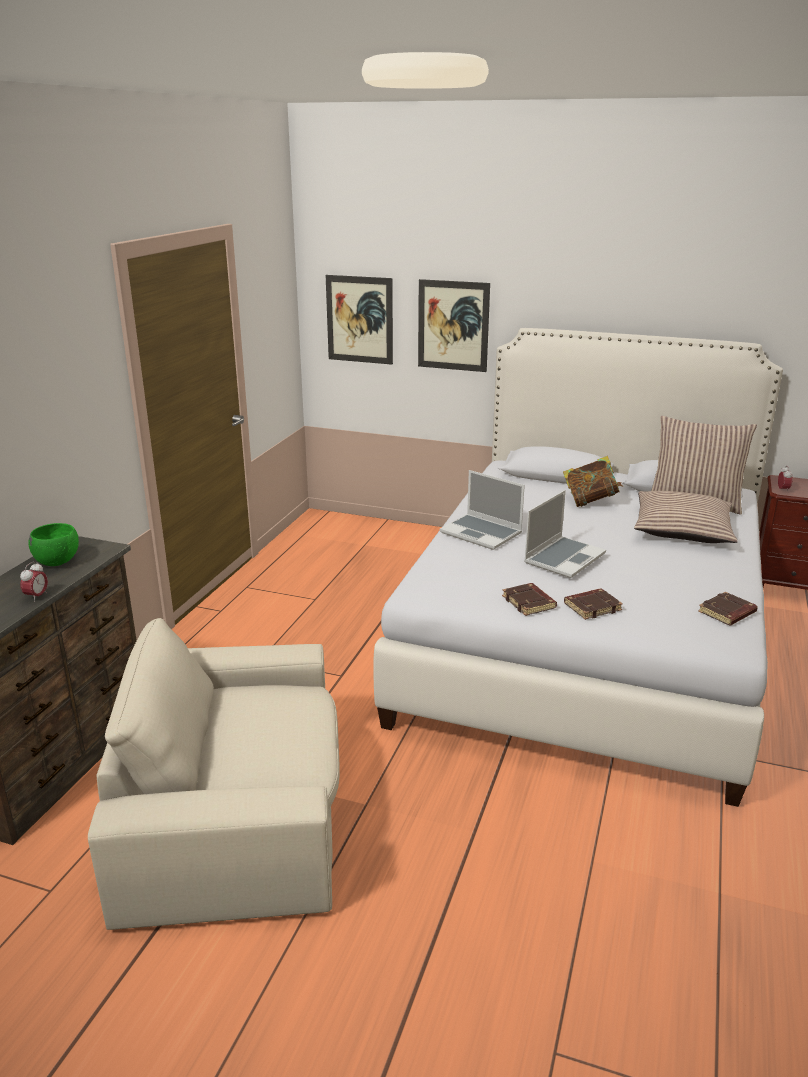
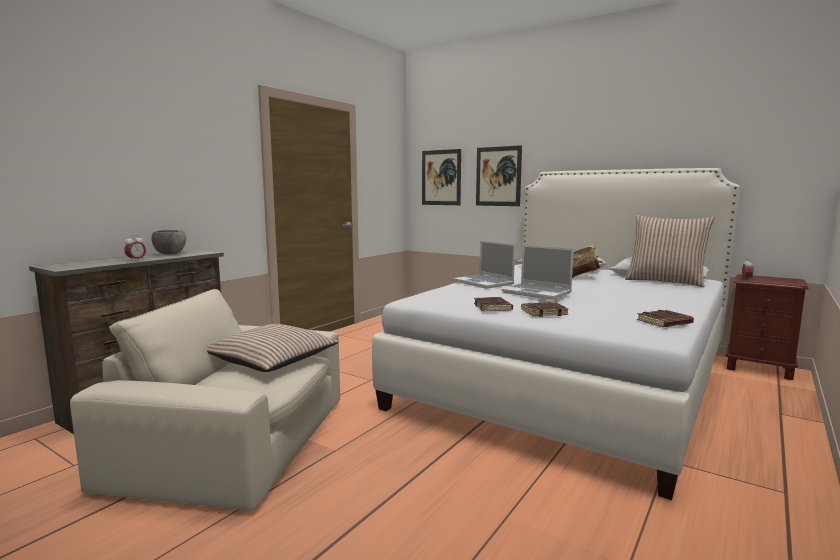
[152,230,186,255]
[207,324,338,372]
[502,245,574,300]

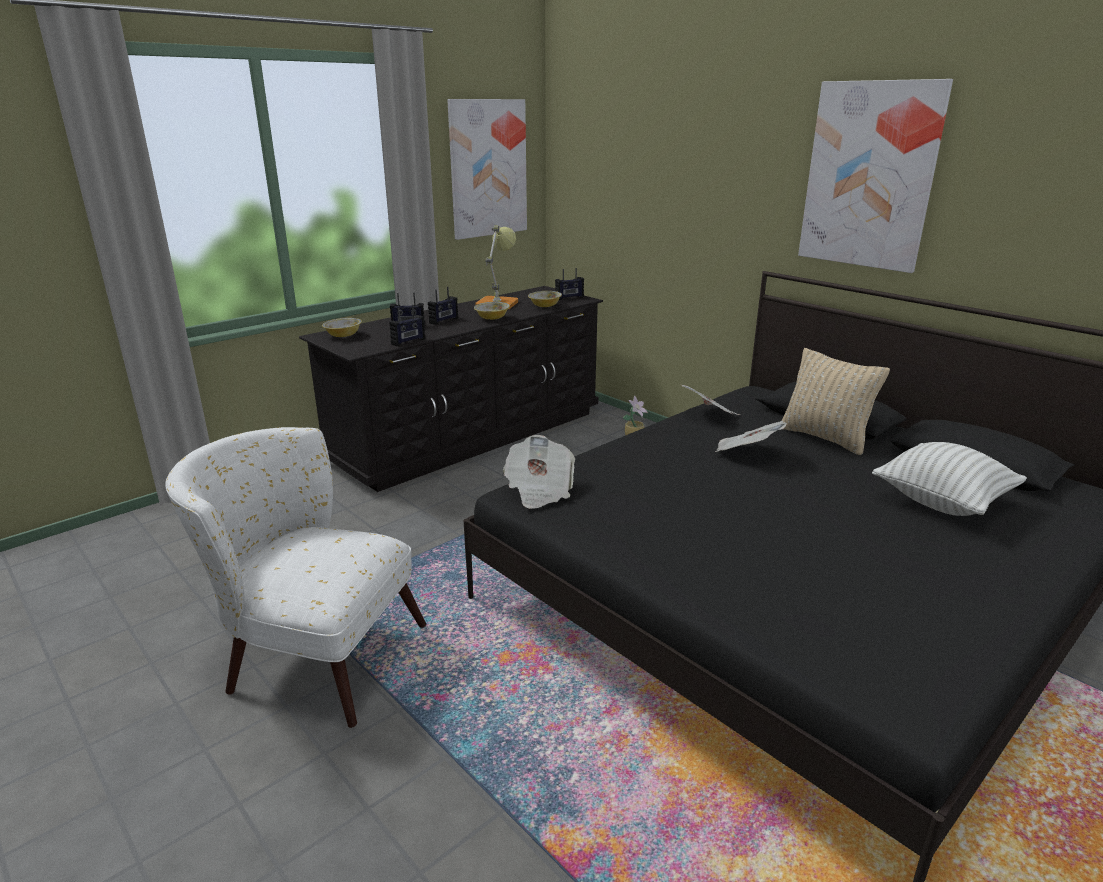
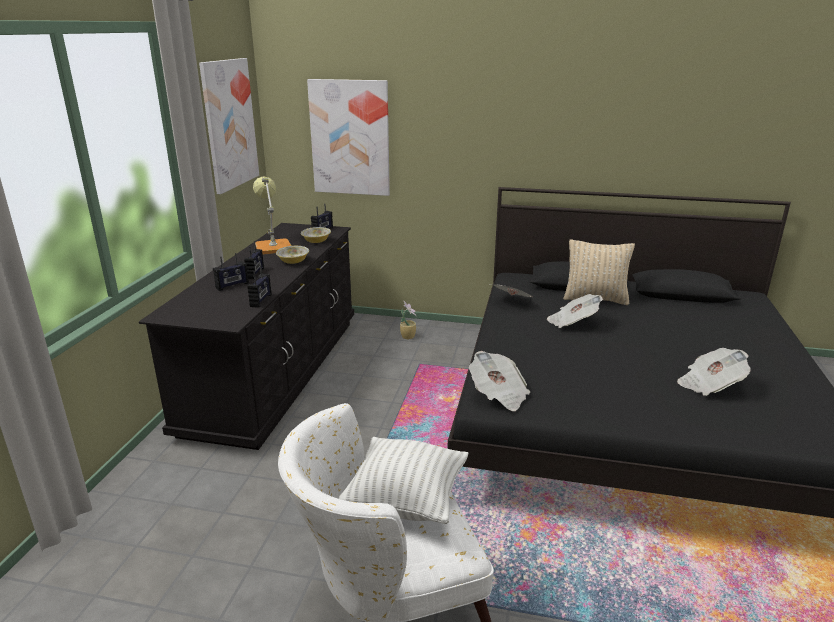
[307,79,390,196]
[338,437,468,524]
[677,348,751,396]
[322,318,362,337] (first image)

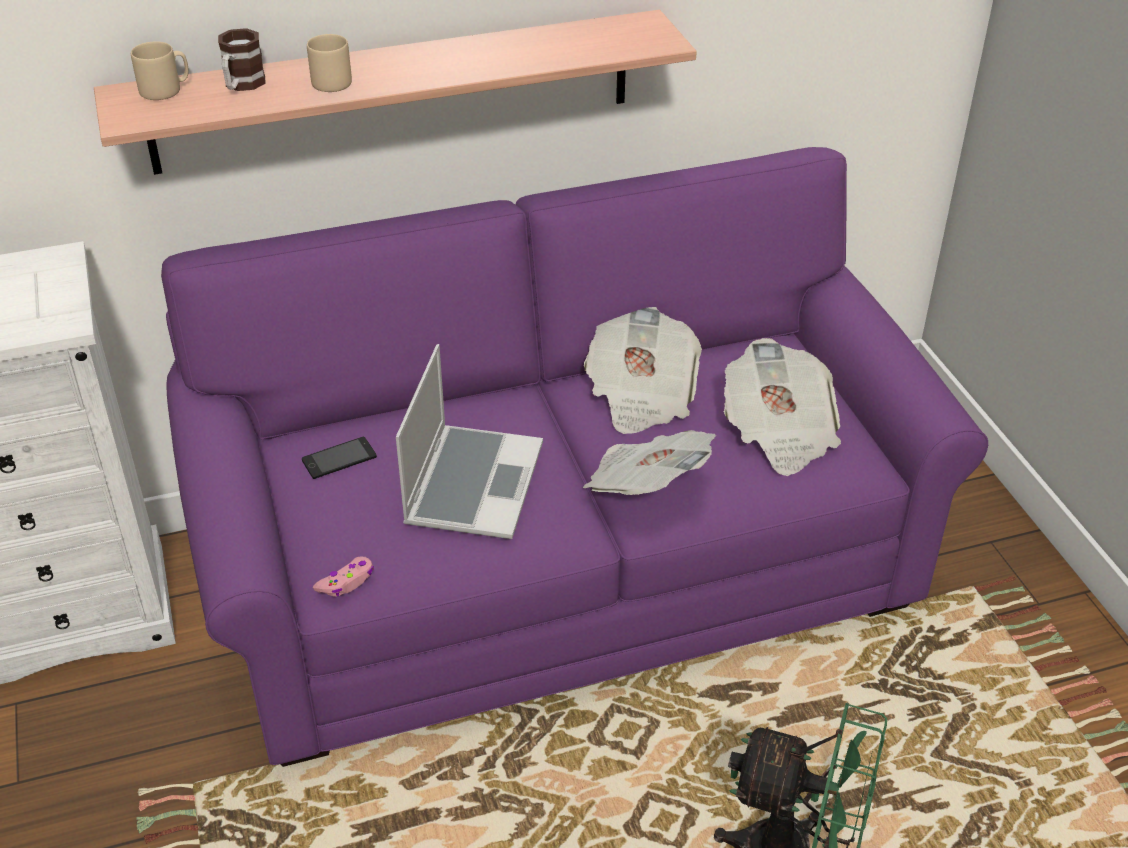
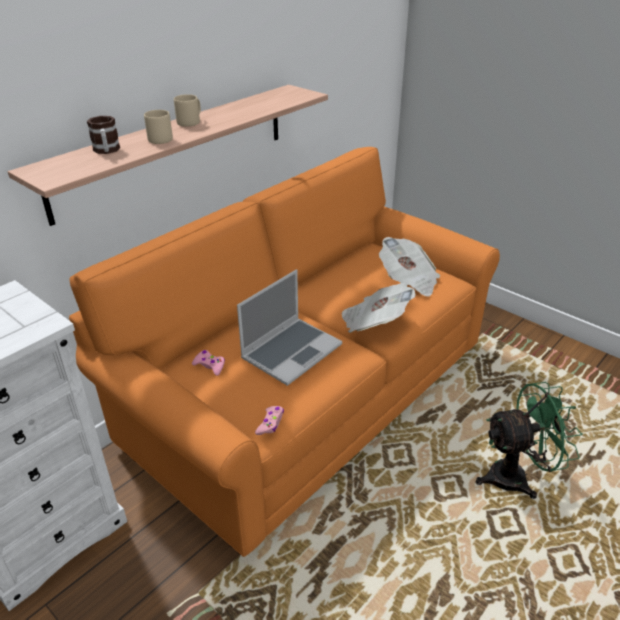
[69,147,500,557]
[174,94,201,127]
[192,350,225,376]
[237,269,342,386]
[584,307,702,434] (first image)

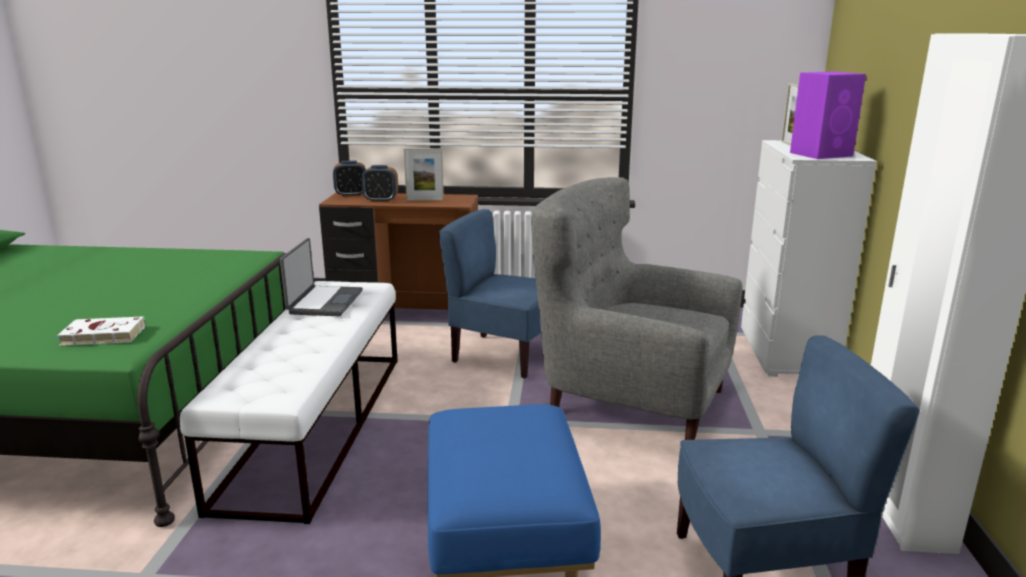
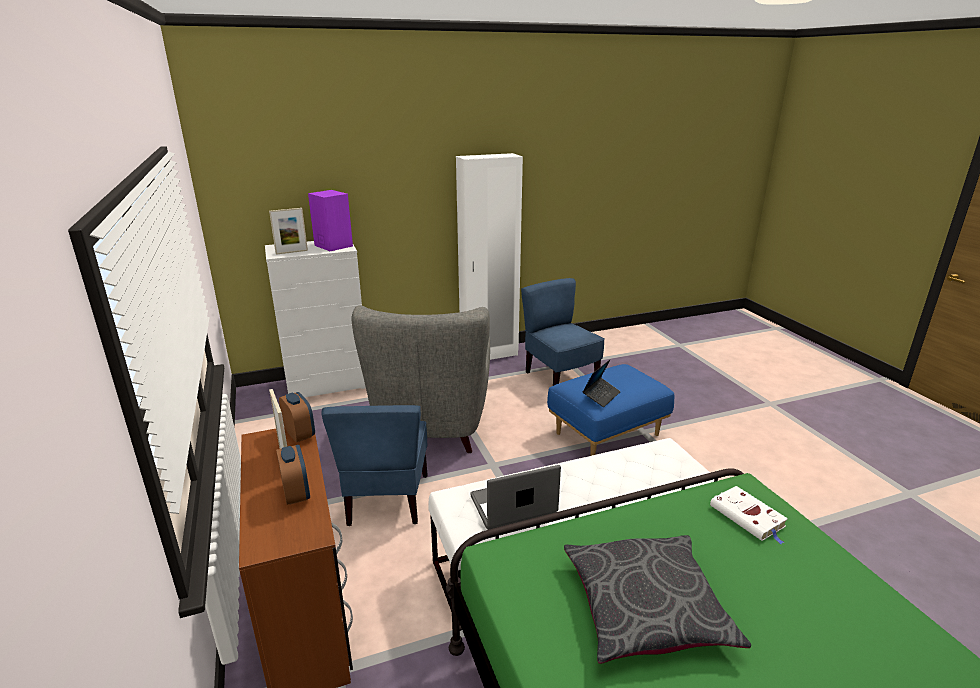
[279,392,315,442]
[564,535,751,664]
[582,360,621,407]

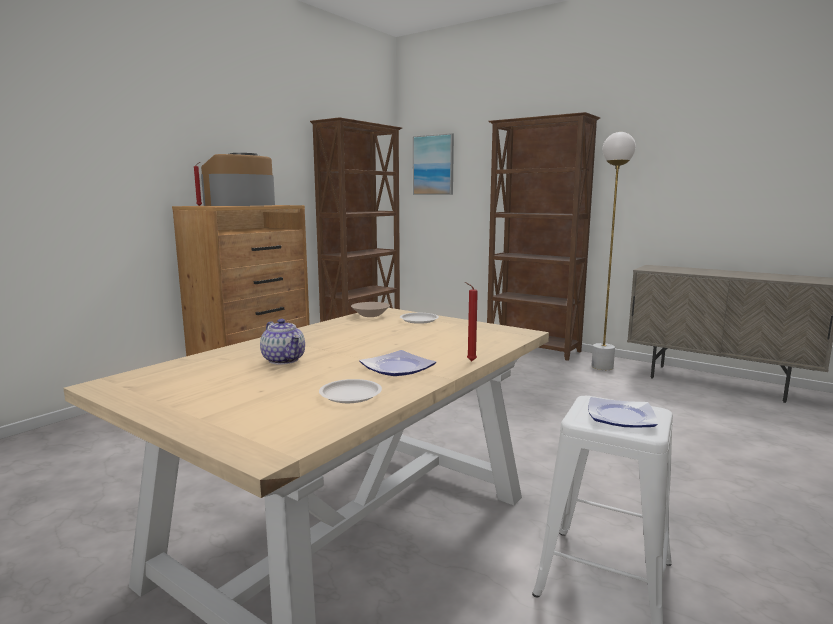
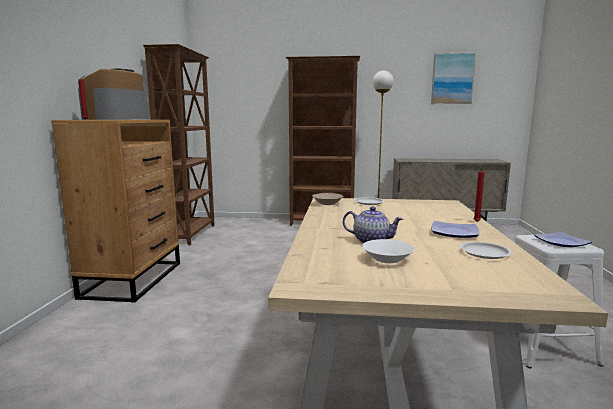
[362,239,415,263]
[431,52,476,104]

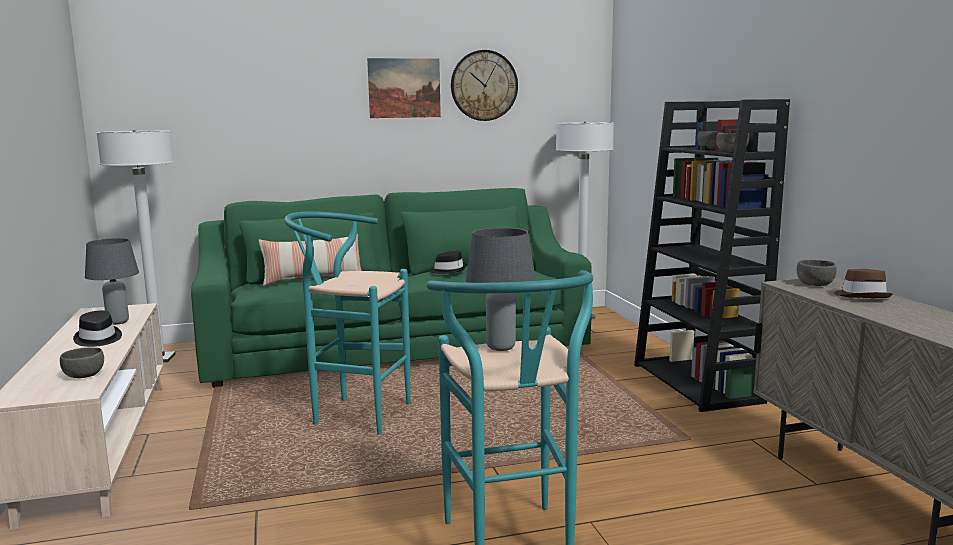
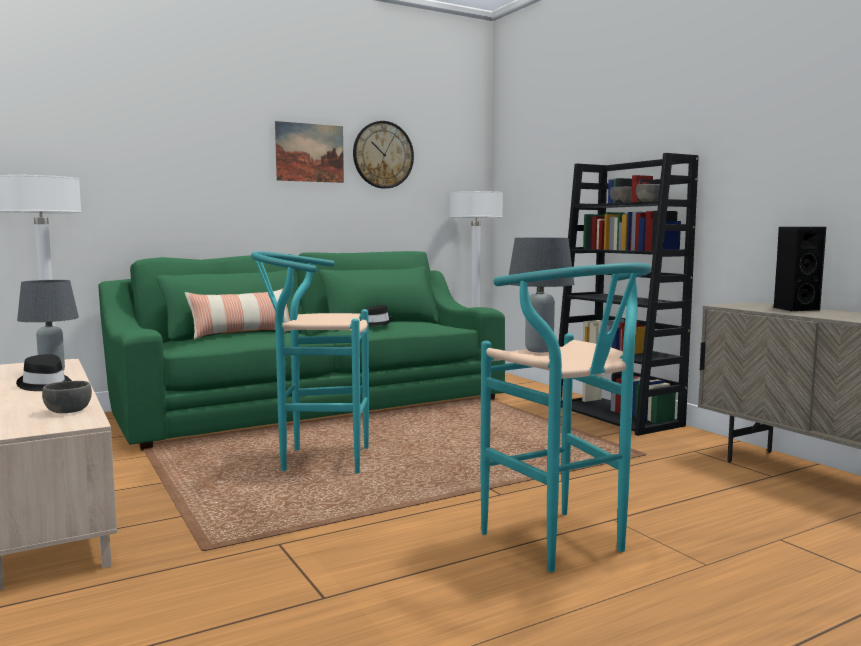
[774,227,826,312]
[797,259,837,286] (first image)

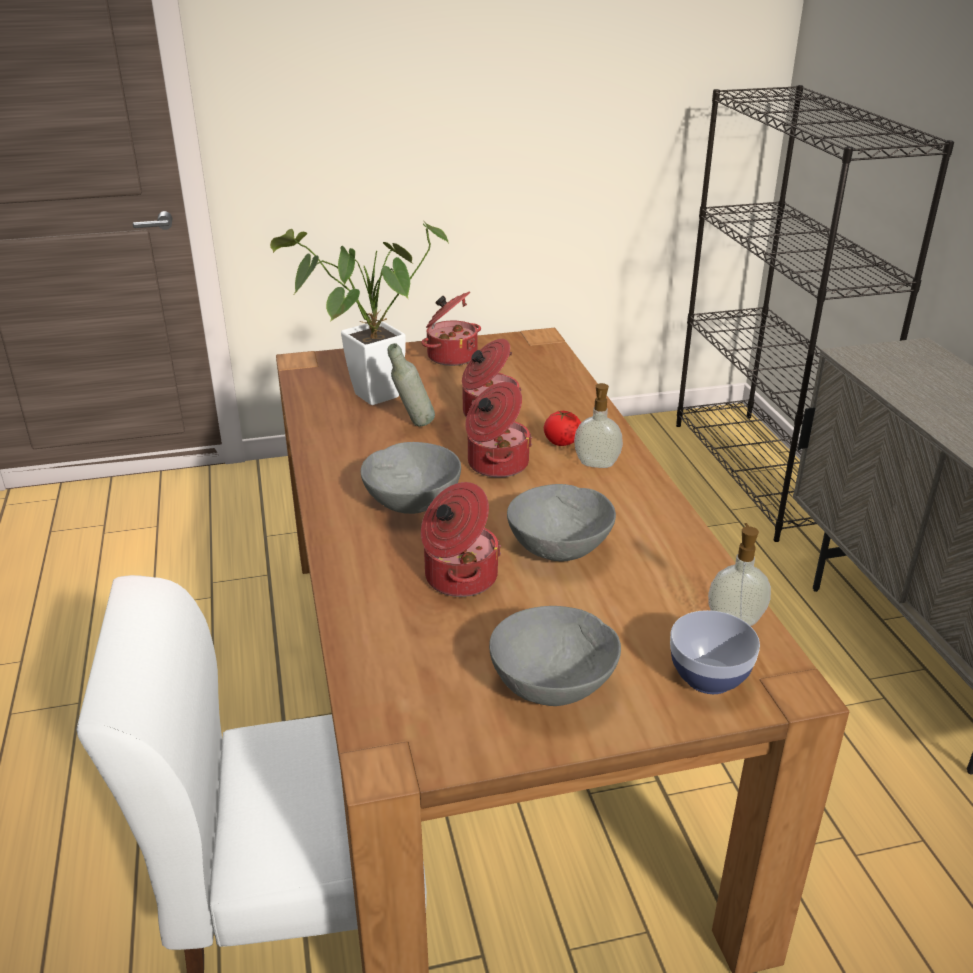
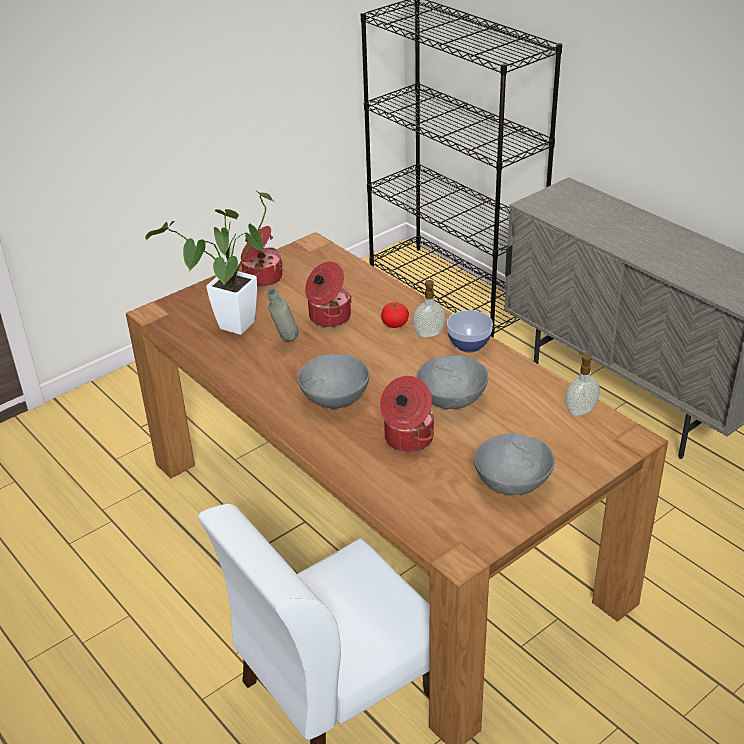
[447,310,493,353]
[465,382,532,477] (first image)

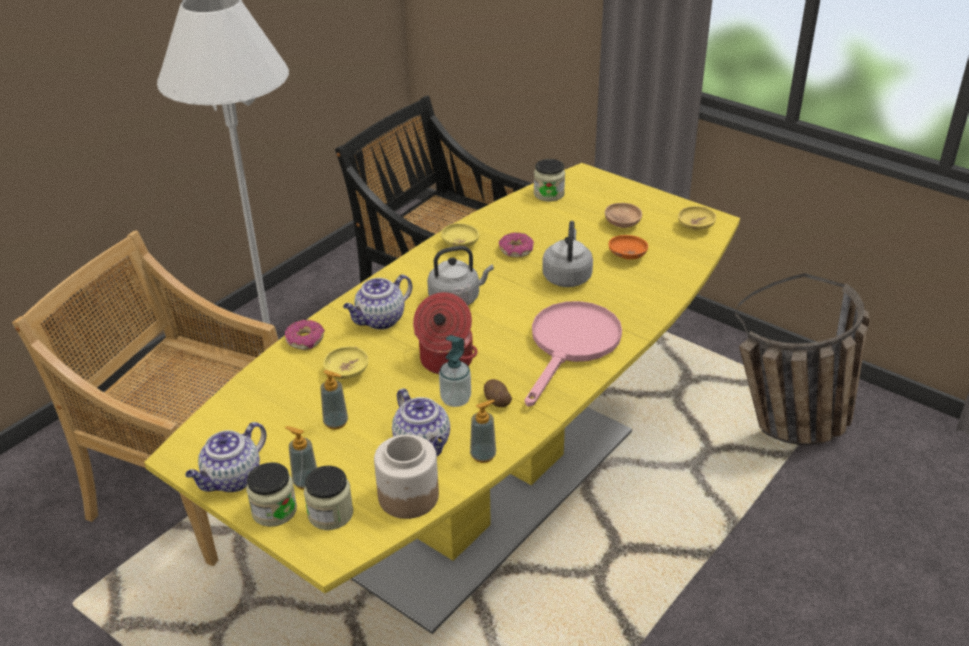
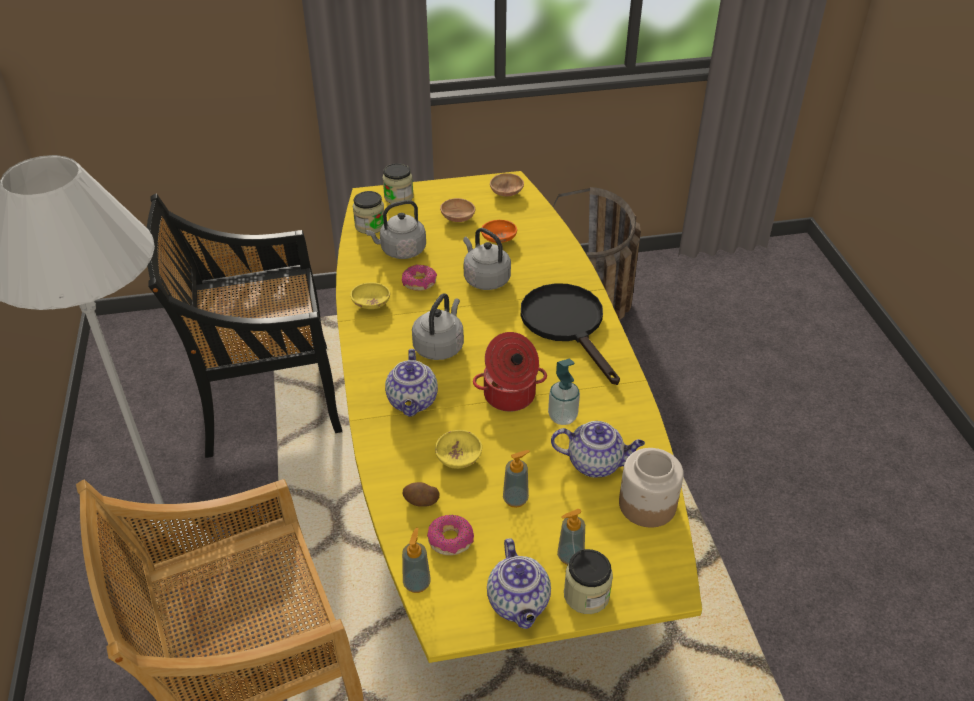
[366,200,426,259]
[382,163,414,204]
[402,528,431,593]
[403,482,440,507]
[427,515,474,556]
[490,173,524,197]
[521,283,620,385]

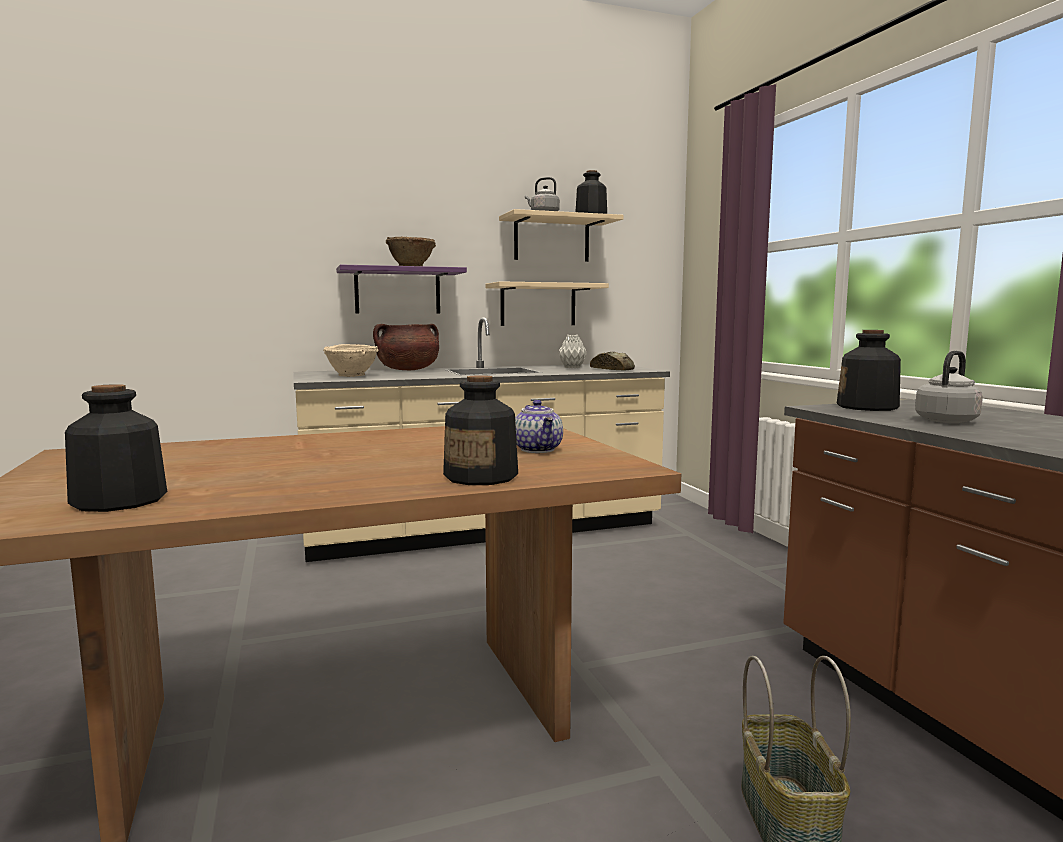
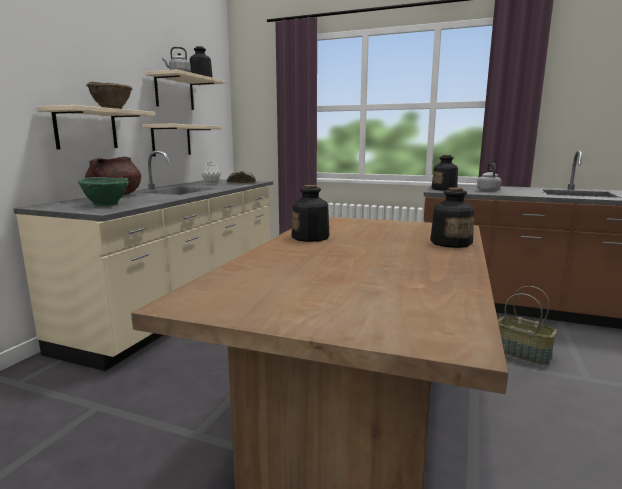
[36,105,156,149]
[78,177,129,206]
[291,185,329,242]
[515,400,563,453] (first image)

